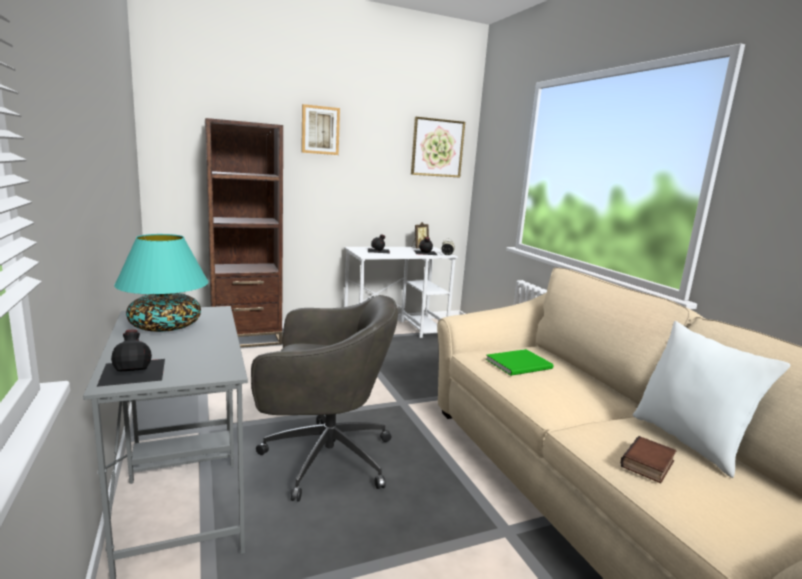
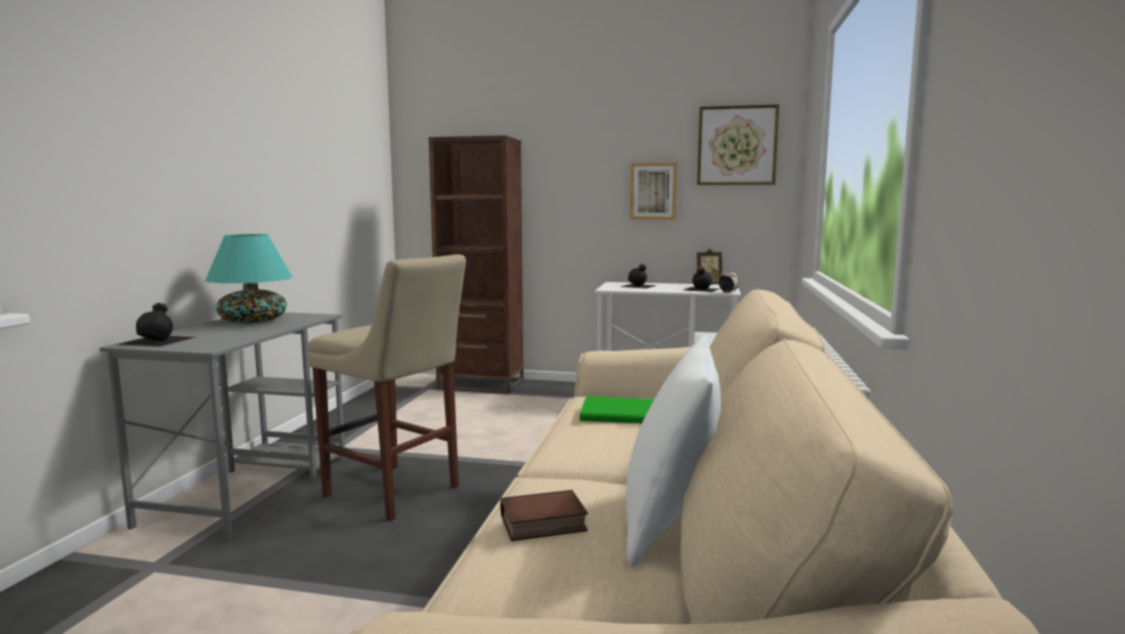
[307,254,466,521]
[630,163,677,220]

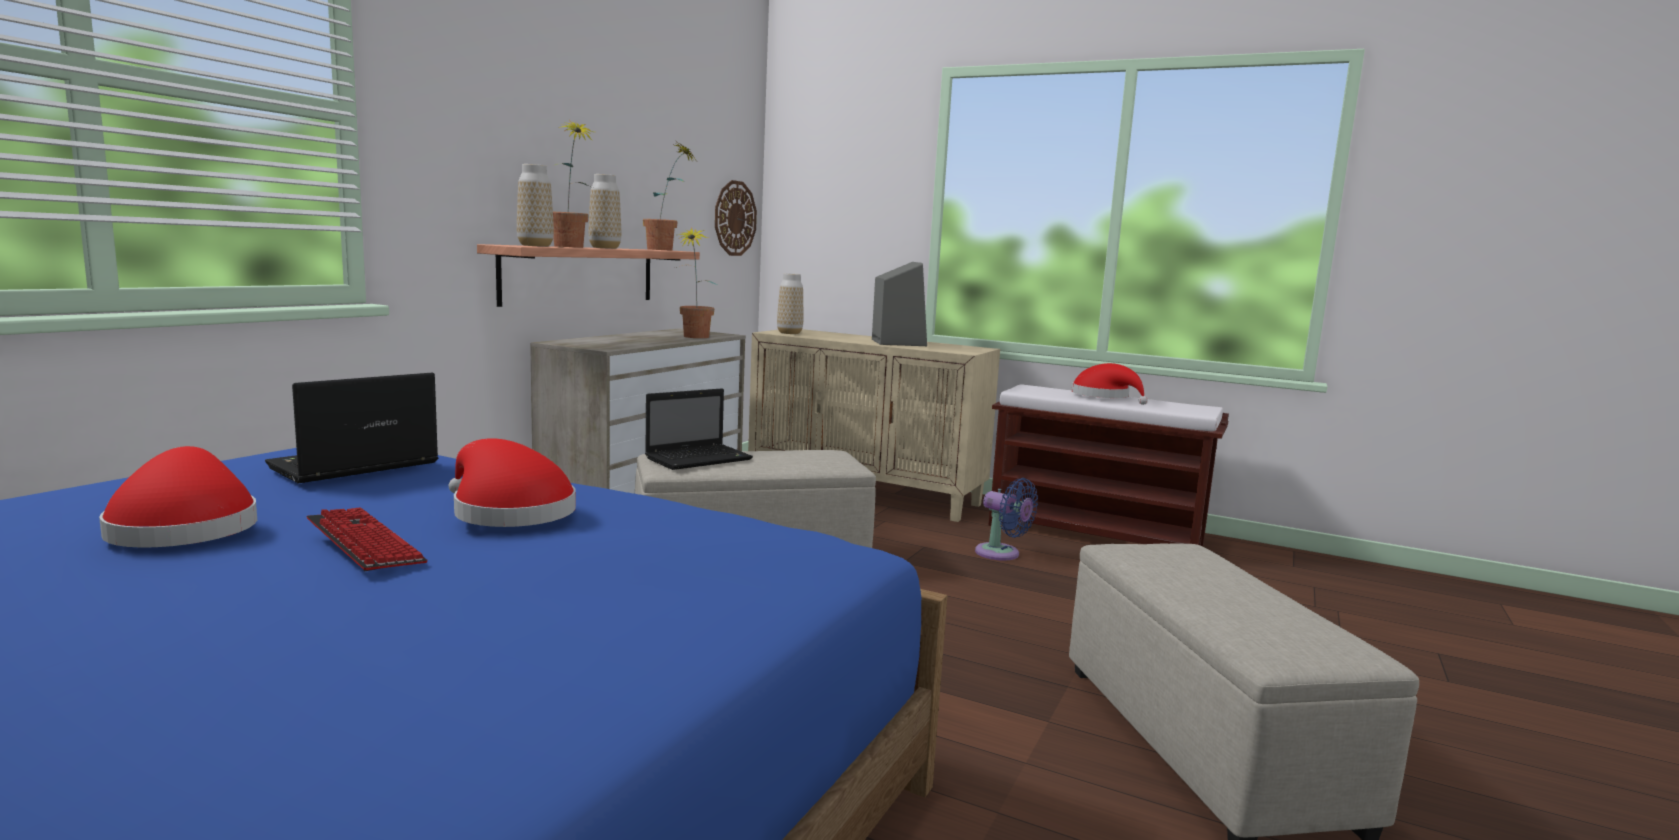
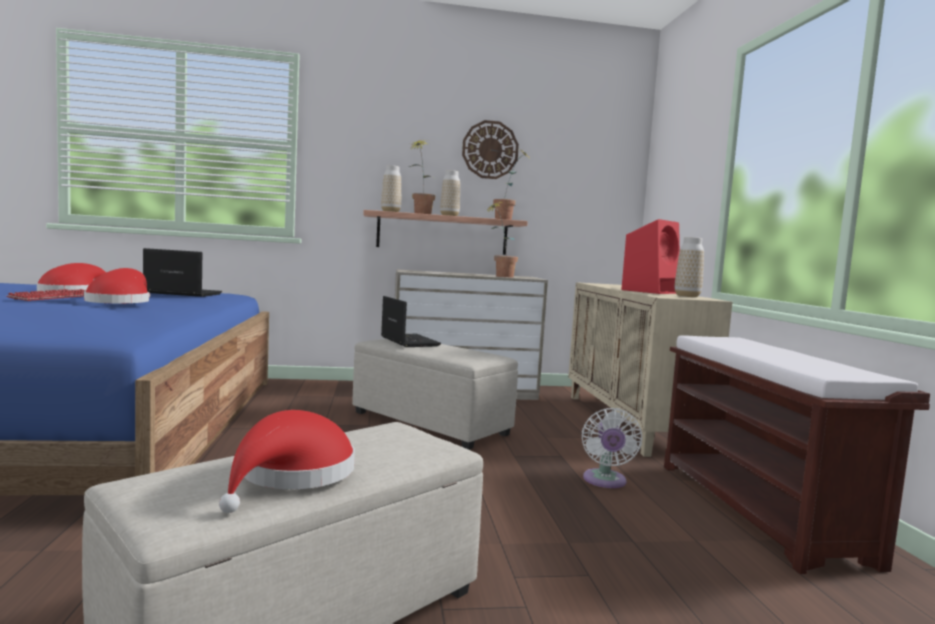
[219,410,355,513]
[381,296,441,347]
[462,120,519,179]
[582,408,642,488]
[621,219,680,294]
[675,237,704,297]

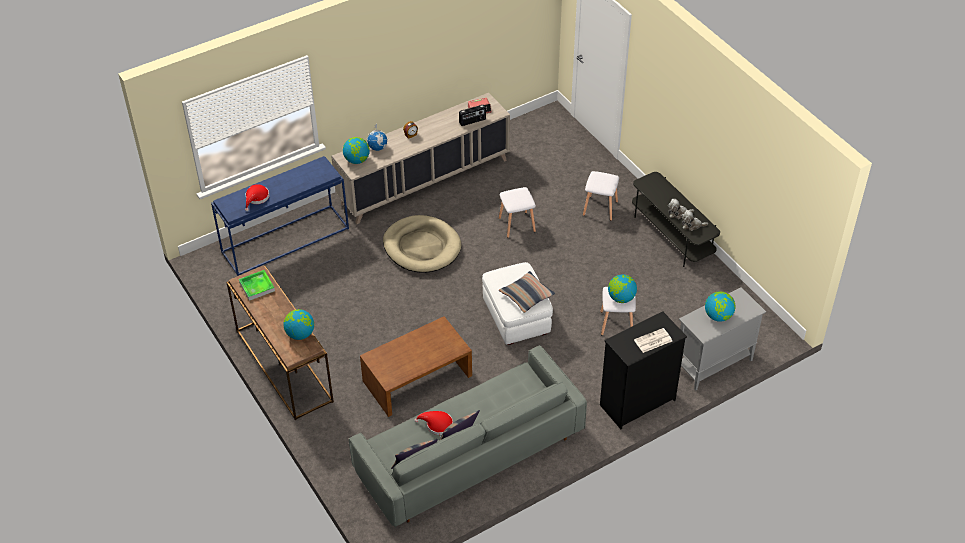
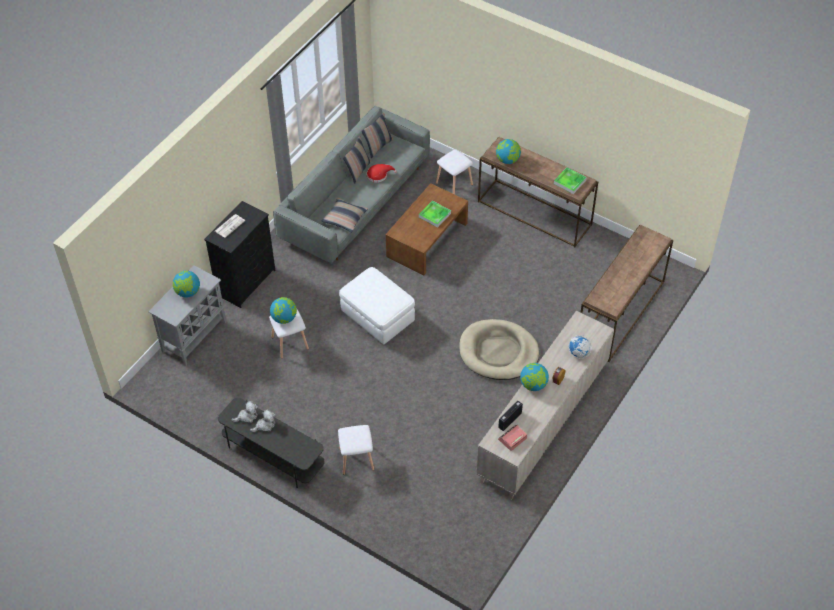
[322,198,368,233]
[419,201,451,228]
[436,149,473,194]
[520,363,549,391]
[581,225,673,362]
[245,184,269,211] (first image)

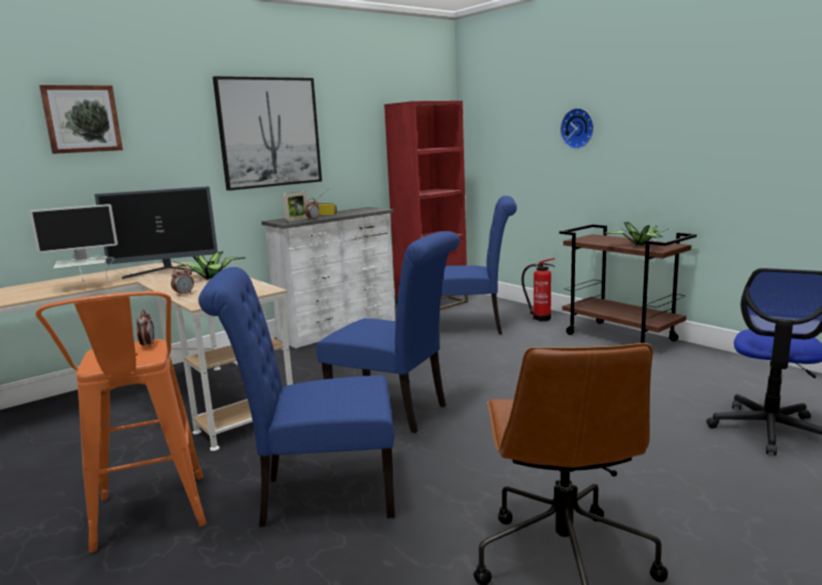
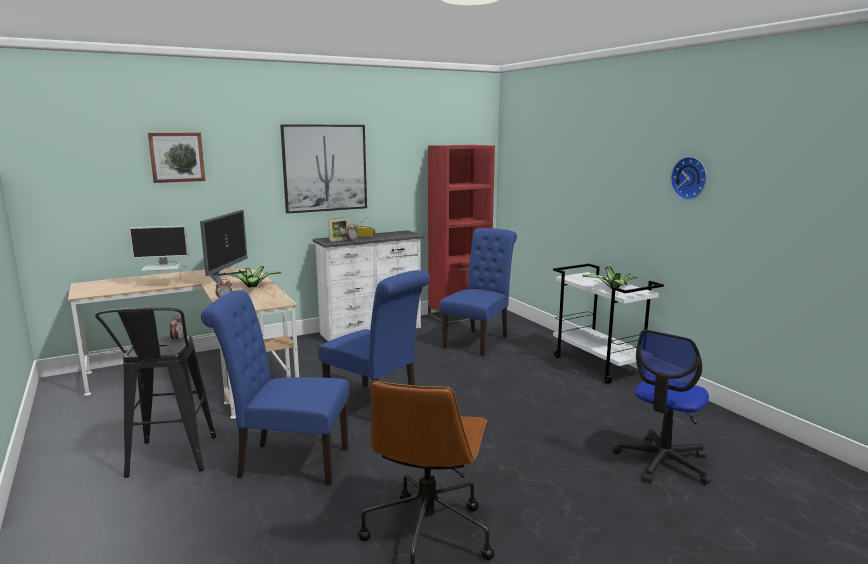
[95,307,217,478]
[200,210,247,283]
[440,228,517,357]
[553,264,664,384]
[670,157,707,200]
[522,258,555,321] (first image)

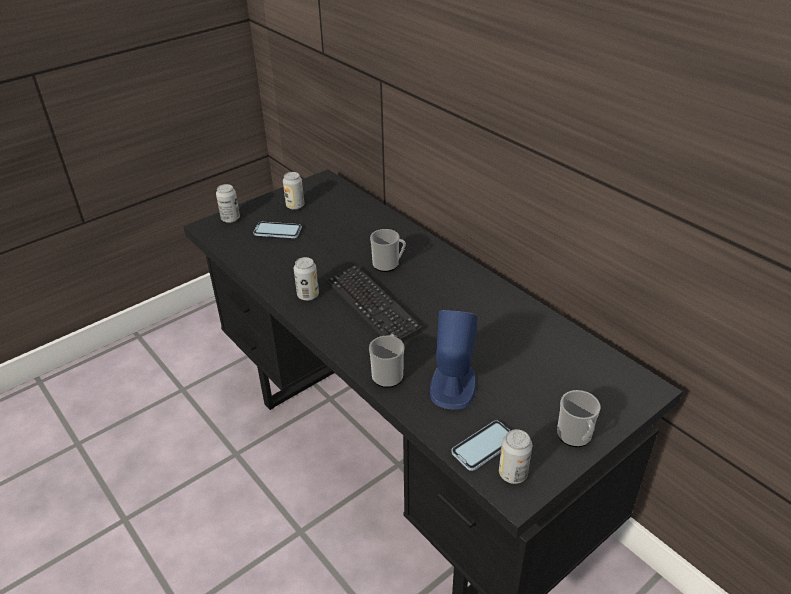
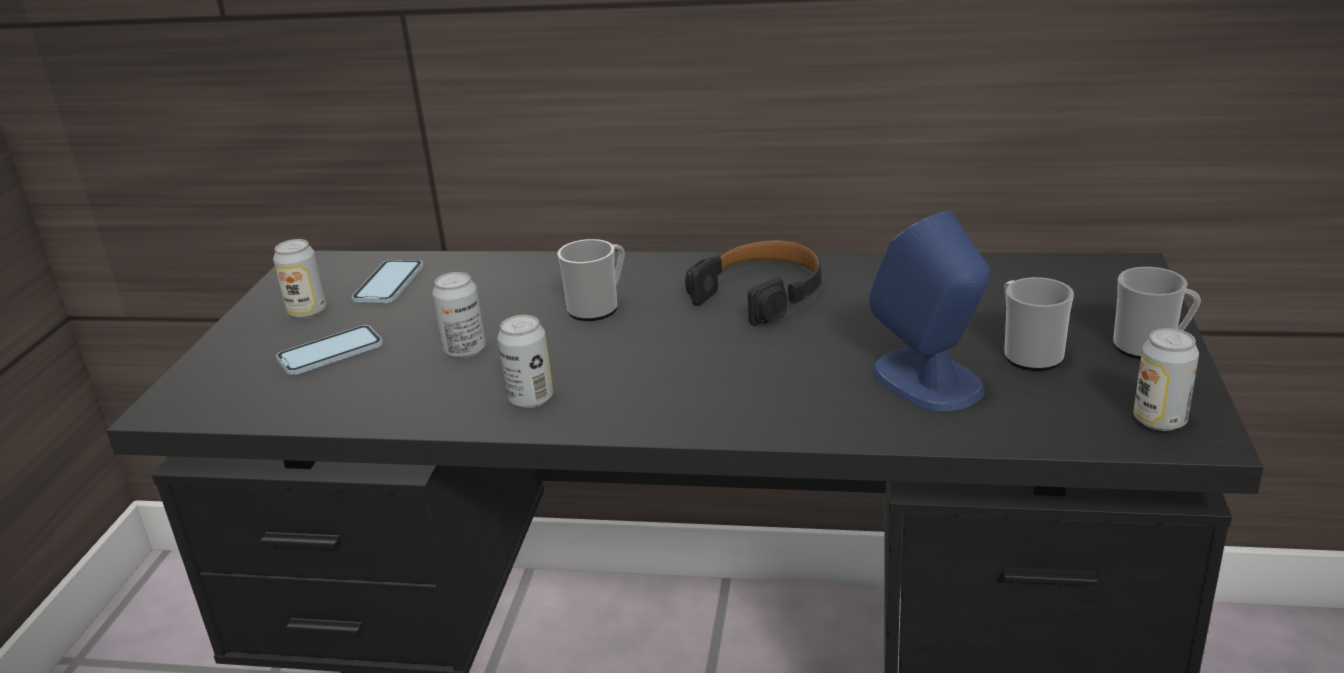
[352,260,423,303]
[432,272,486,358]
[685,239,821,326]
[1004,277,1074,371]
[326,265,422,340] (first image)

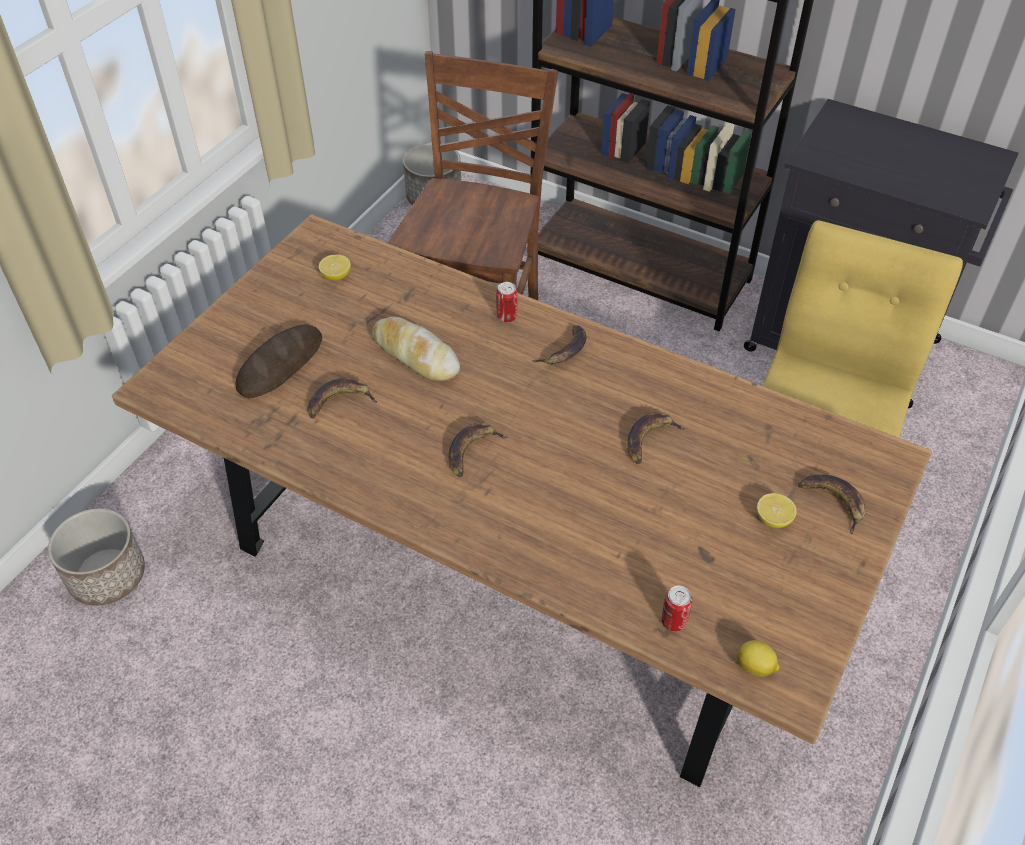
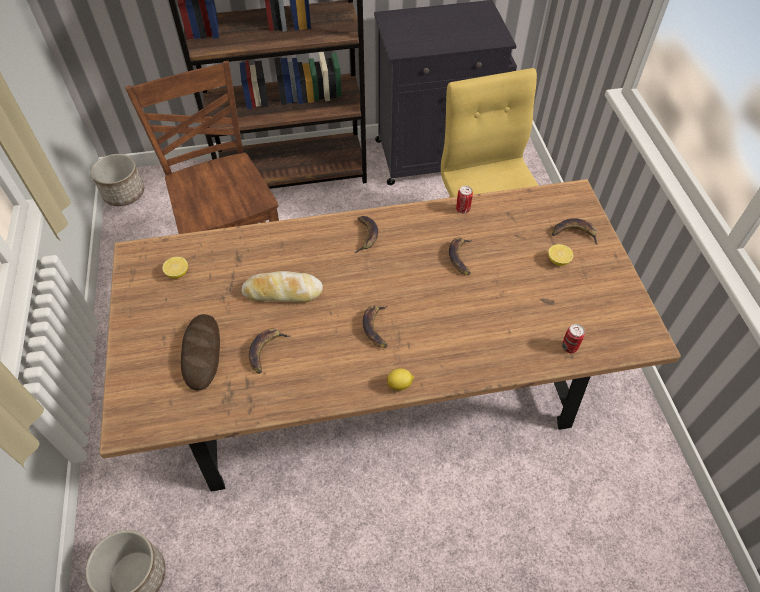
[387,368,414,391]
[456,186,473,214]

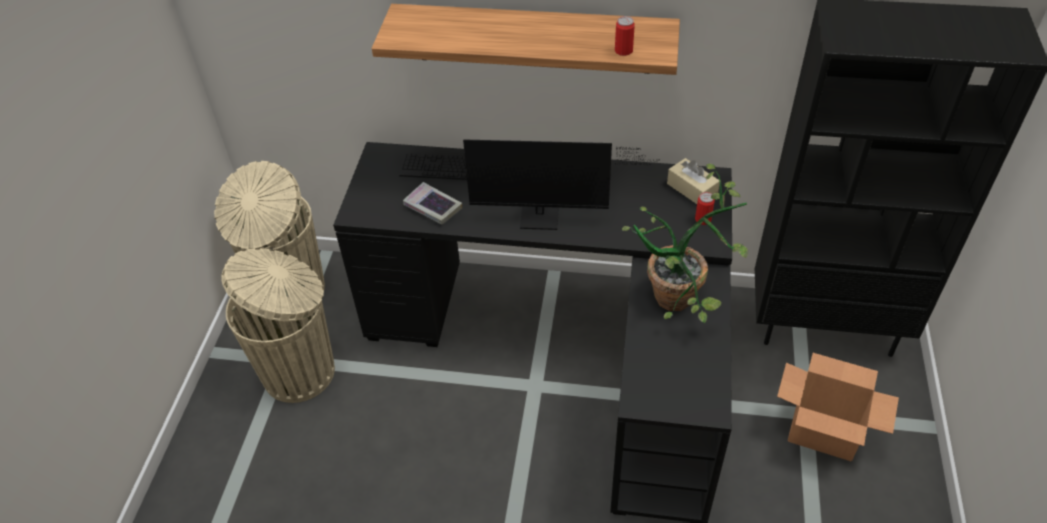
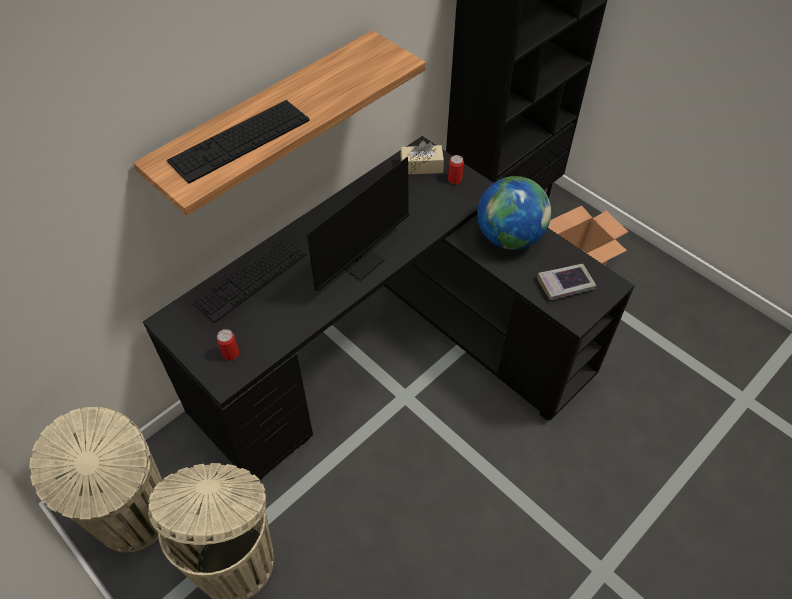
[167,100,310,184]
[217,329,239,360]
[477,176,551,250]
[537,264,596,300]

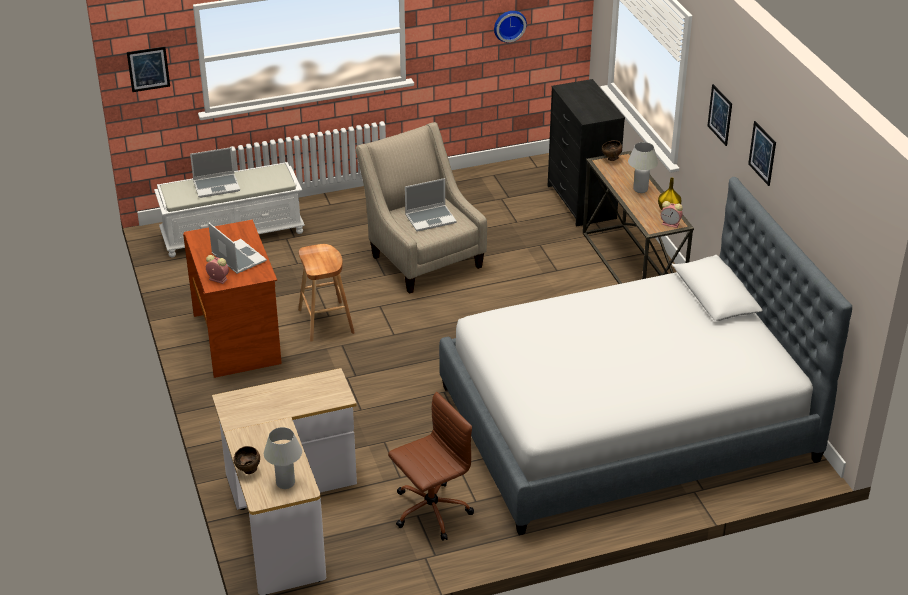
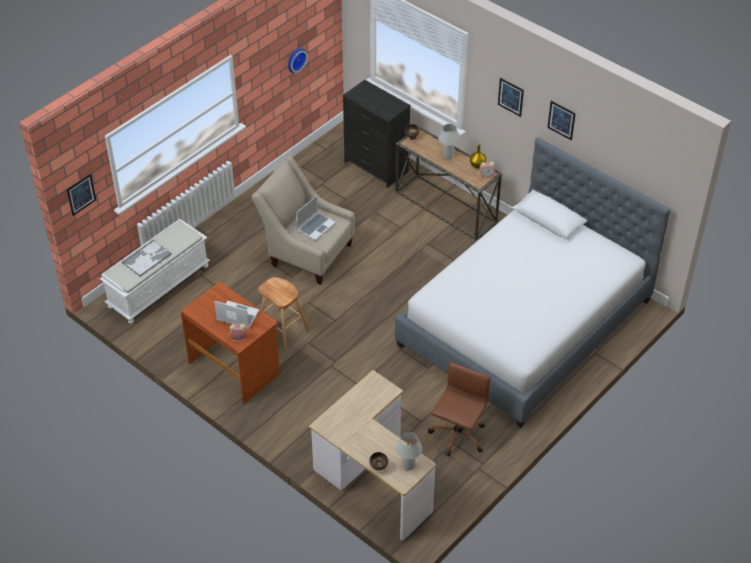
[122,240,172,277]

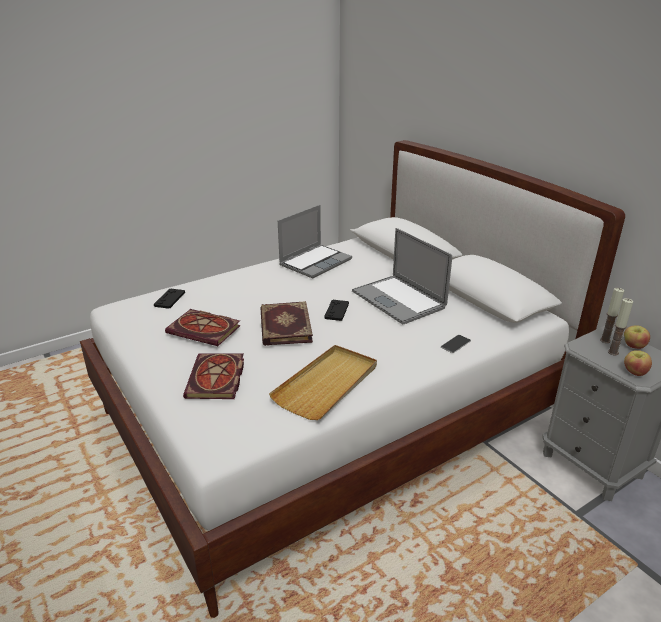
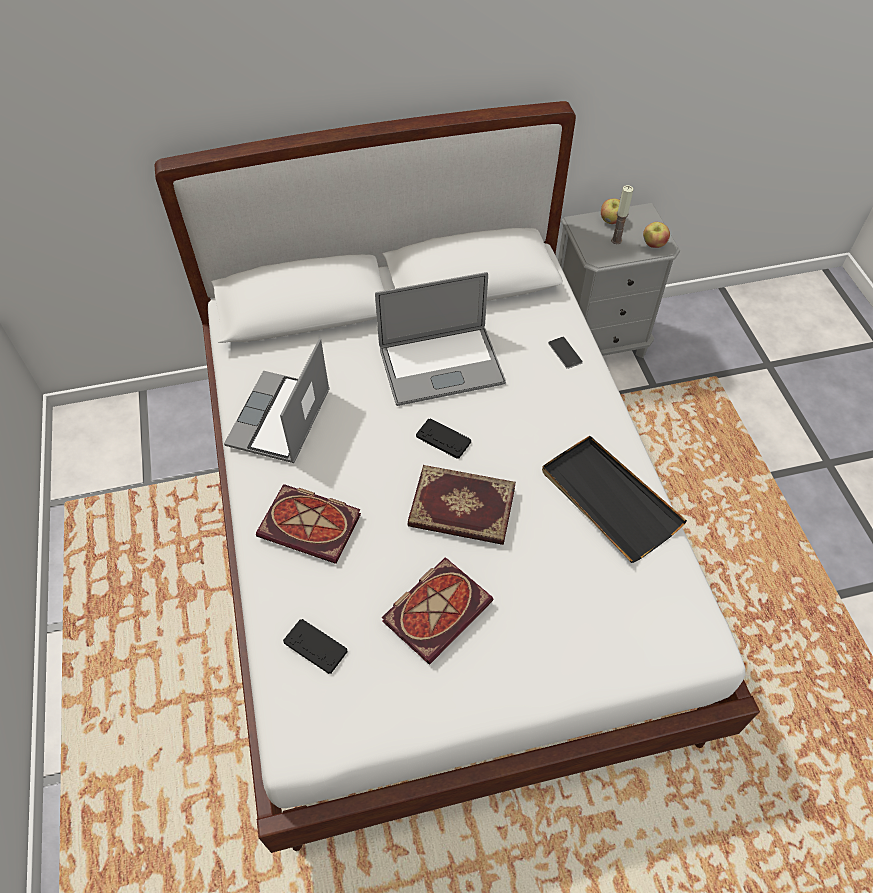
[224,338,330,463]
[256,484,361,564]
[542,436,687,563]
[600,288,624,343] (first image)

